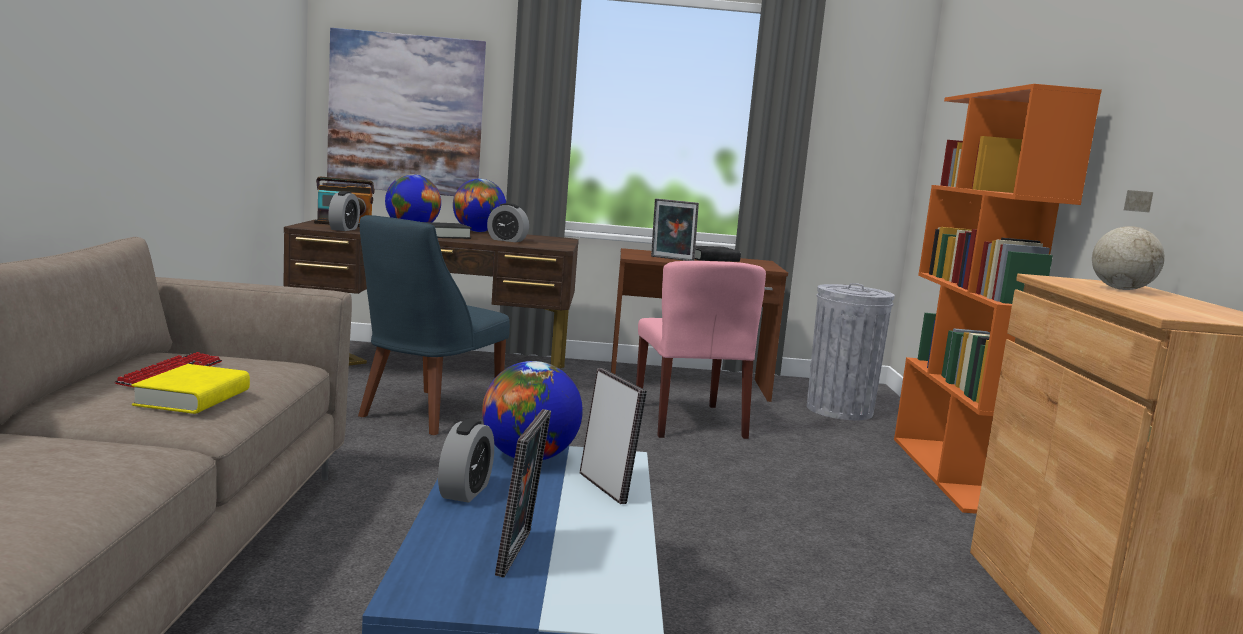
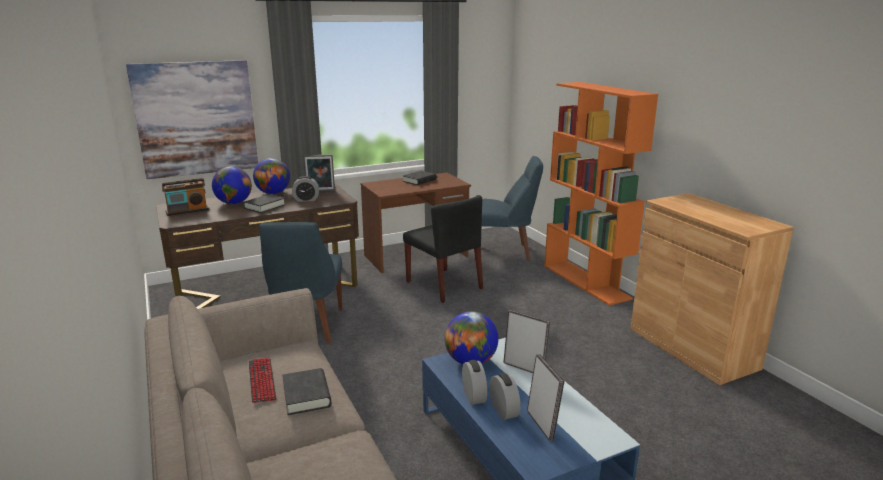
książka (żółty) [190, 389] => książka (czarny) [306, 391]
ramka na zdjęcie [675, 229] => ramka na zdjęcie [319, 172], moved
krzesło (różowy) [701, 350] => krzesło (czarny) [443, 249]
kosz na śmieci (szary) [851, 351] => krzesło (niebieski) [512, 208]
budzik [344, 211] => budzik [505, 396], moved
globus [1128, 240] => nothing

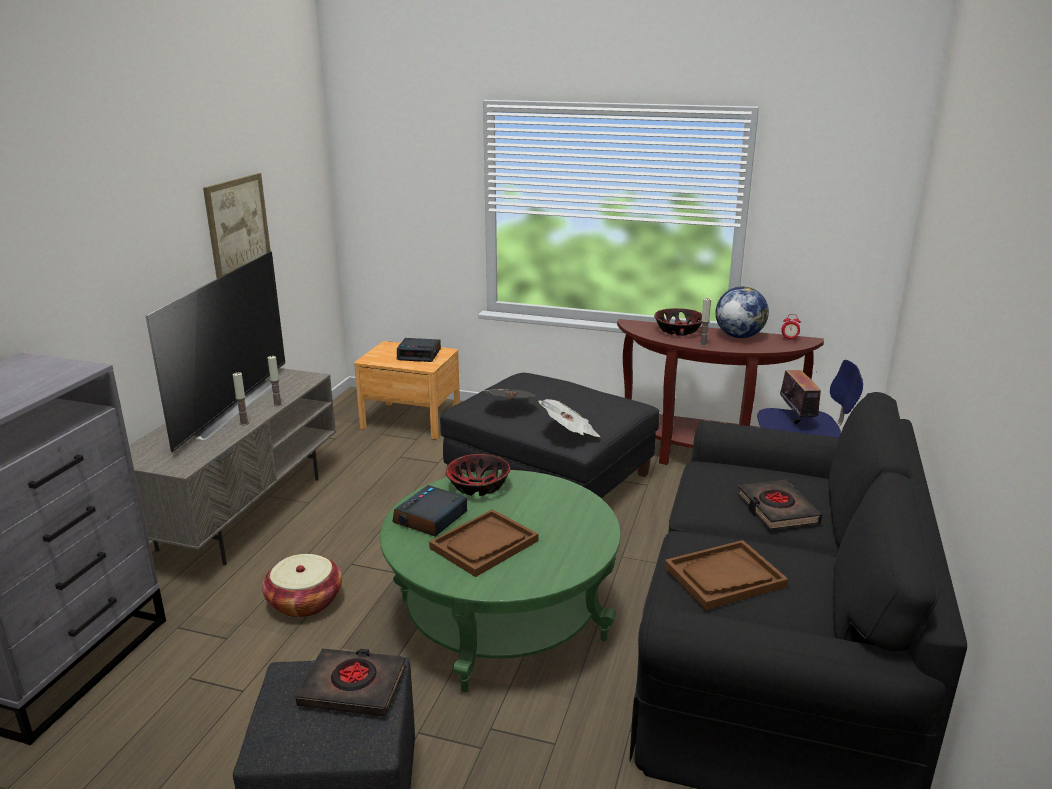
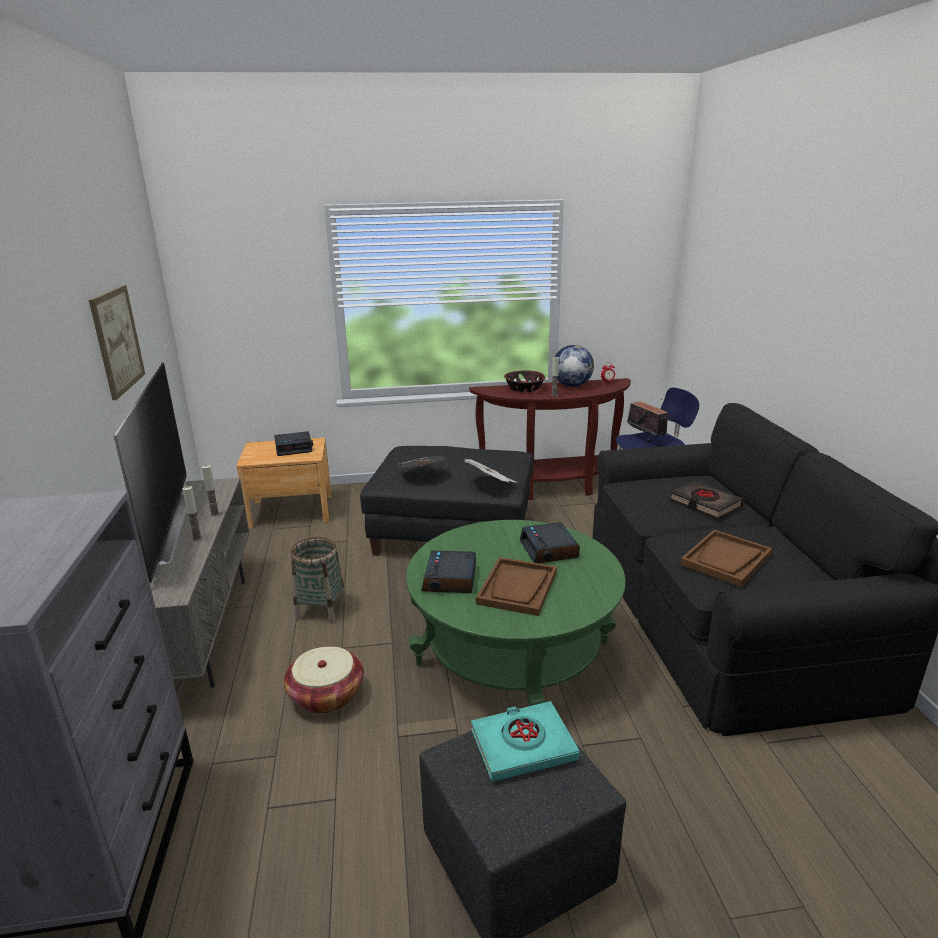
nothing => koszyk [318, 580]
książka (czarny) [350, 683] => książka (turkusowy) [525, 741]
nothing => budzik [550, 542]
miska [478, 475] => nothing

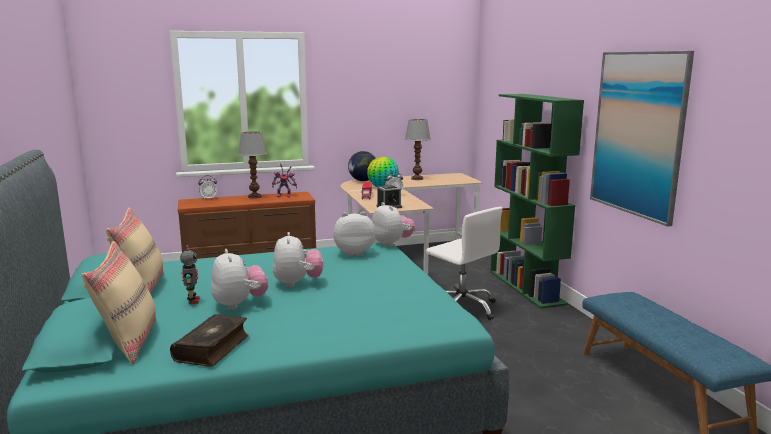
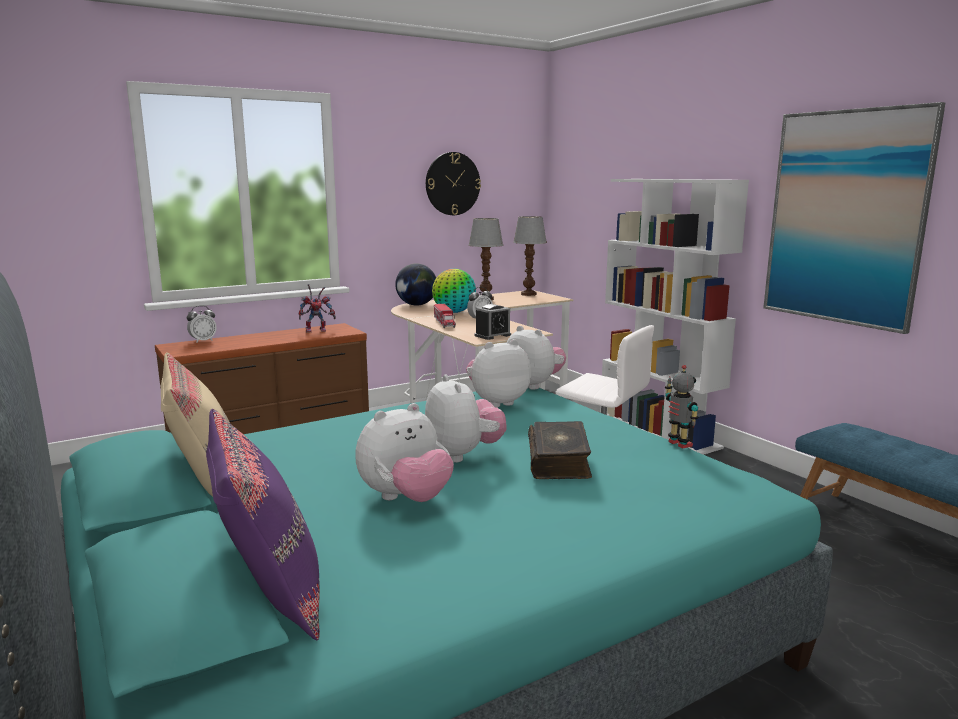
poduszka (beżowy) [119, 303] => poduszka (fioletowy) [263, 524]
pluszak [240, 279] => pluszak [404, 452], 90 degrees clockwise
nothing => zegar ścienny [453, 183]
lampa stołowa [252, 165] => lampa stołowa [530, 256], moved
książka [209, 340] => książka [560, 450], moved
regał (zielony) [537, 201] => regał (biały) [674, 317]
robot zabawkowy [189, 274] => robot zabawkowy [681, 406], moved

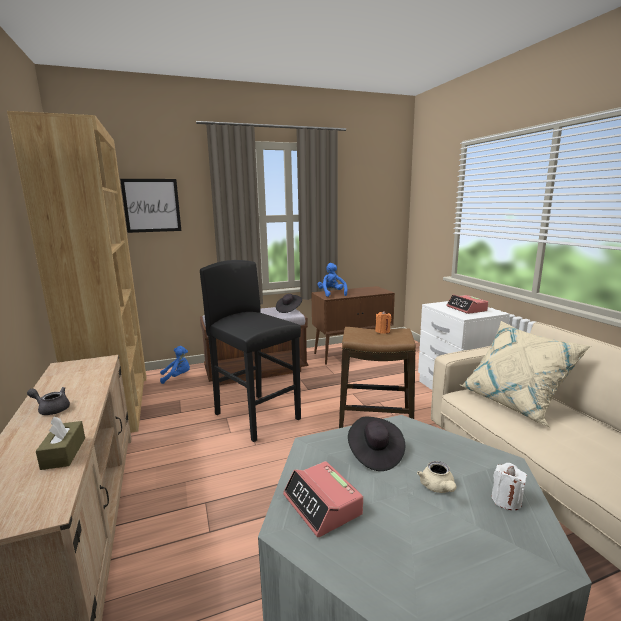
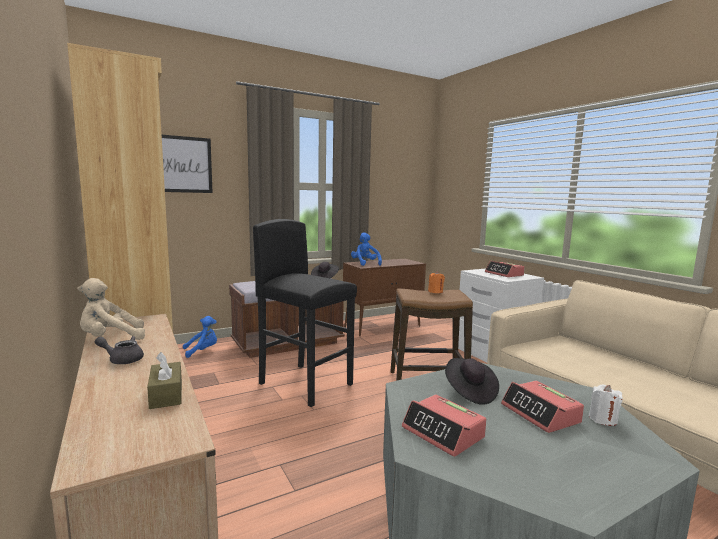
nothing => pluszak (beżowy) [111, 309]
imbryk (beżowy) [437, 477] => budzik [542, 407]
poduszka (beżowy) [526, 374] => nothing

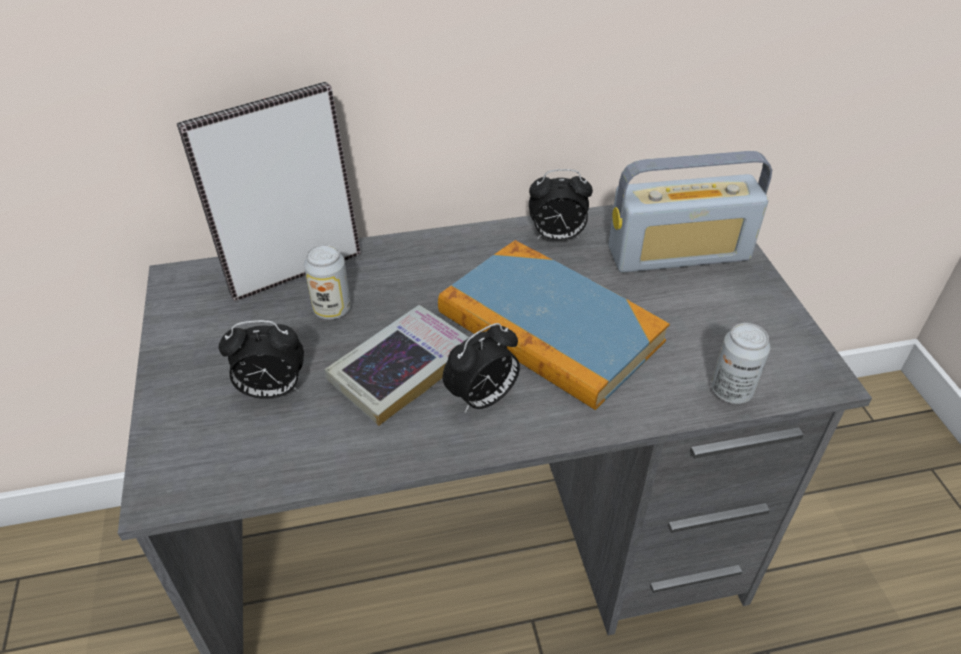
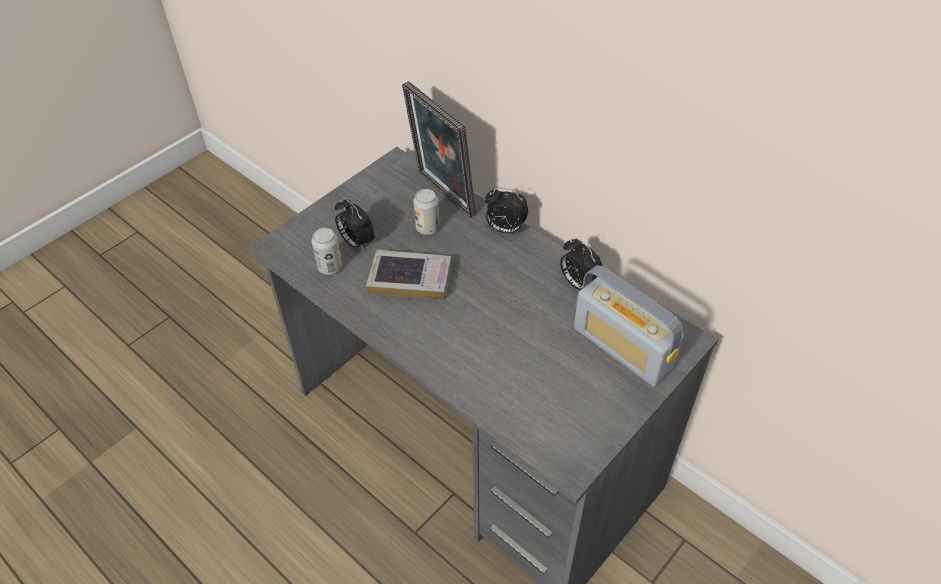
puszka [740, 363] => puszka [326, 251], moved
ramka na zdjęcie [269, 192] => ramka na zdjęcie [439, 149], 150 degrees counterclockwise
budzik [481, 368] => budzik [506, 210], moved
książka [554, 325] => nothing

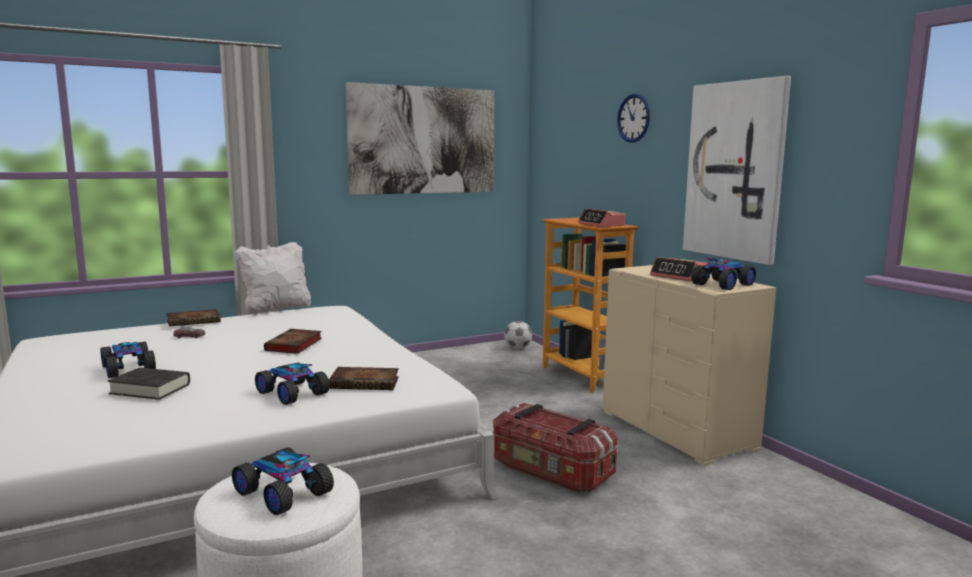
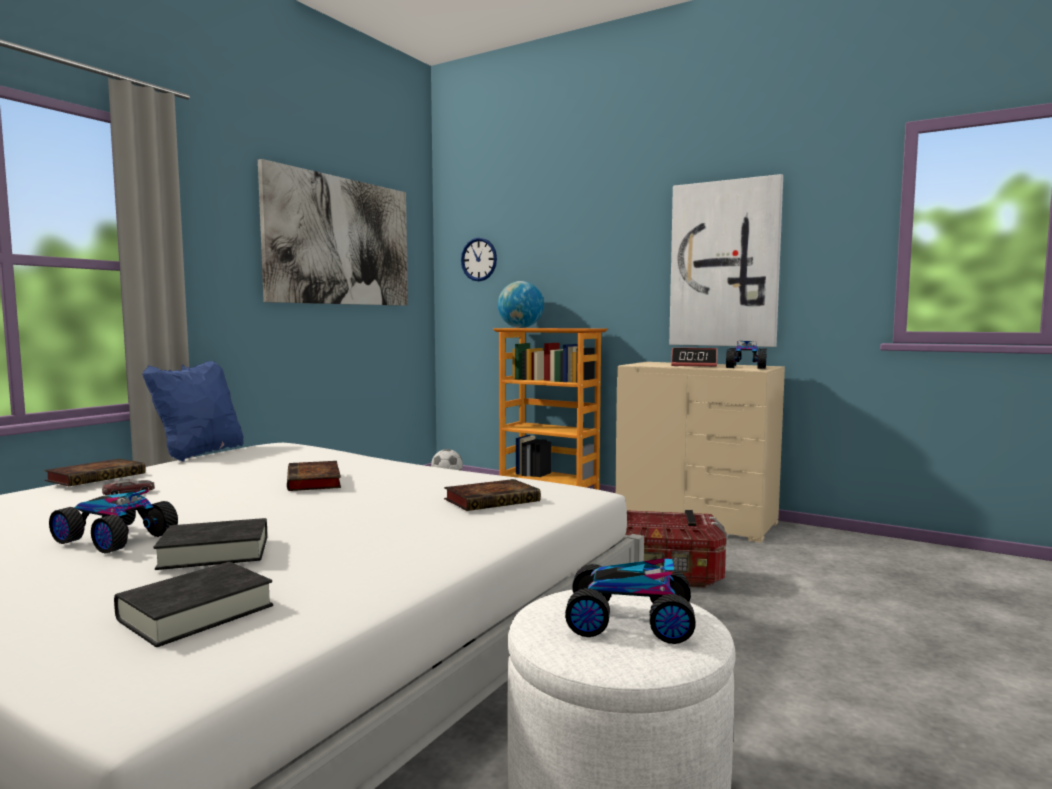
nothing => książka (czarny) [193, 604]
poduszka (biały) [273, 278] => poduszka (niebieski) [193, 411]
zegar ścienny [633, 118] => zegar ścienny [479, 259], moved
nothing => globus [521, 304]
samochodzik [292, 384] => nothing
budzik [601, 217] => nothing

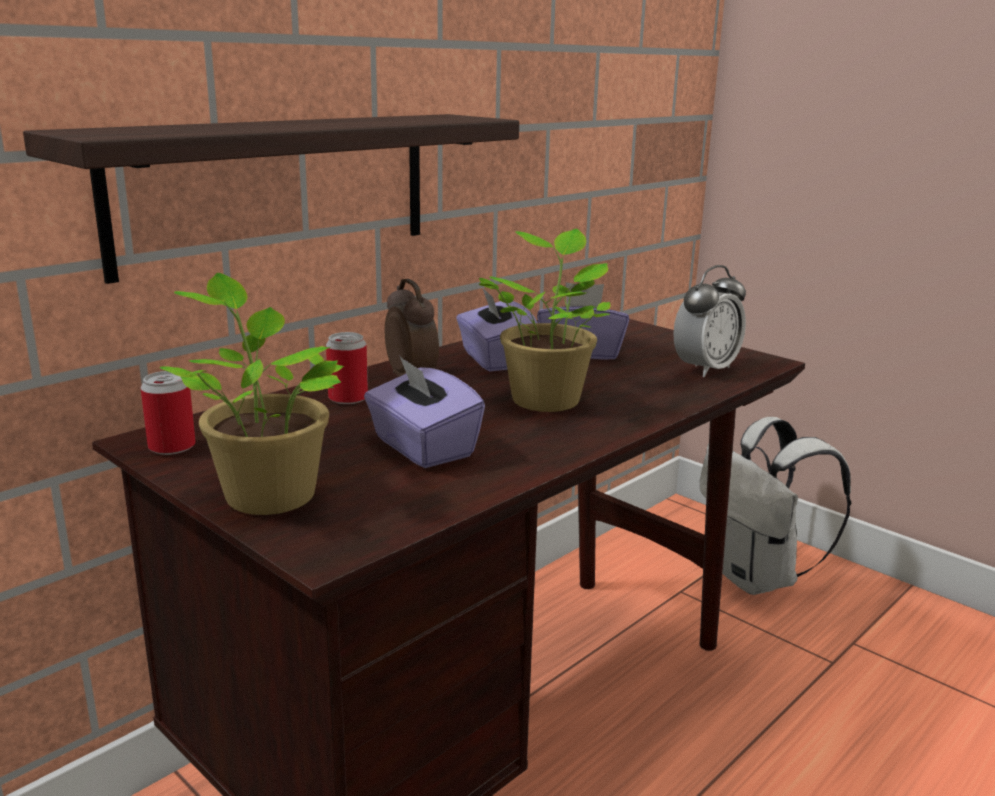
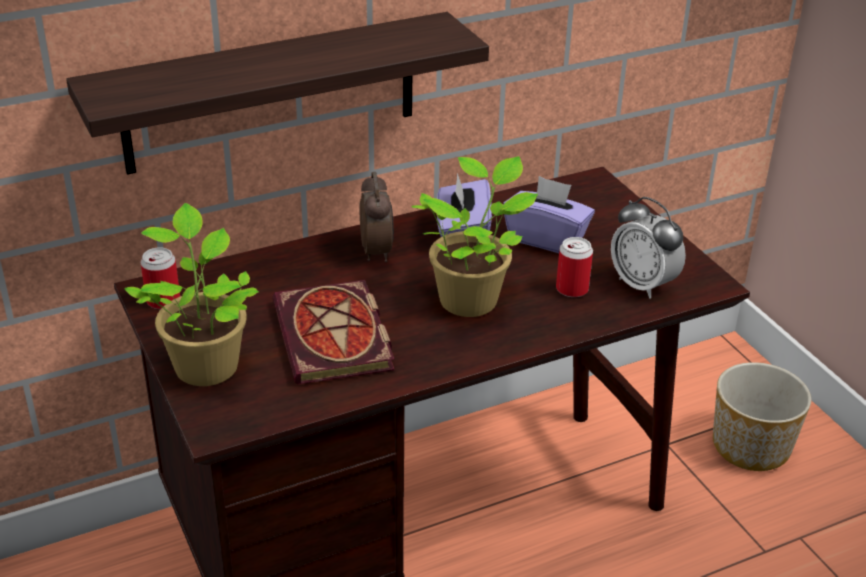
pudełko chusteczek (fioletowy) [424, 412] => książka [334, 332]
puszka [347, 368] => puszka [574, 267], moved
budzik [709, 321] => budzik [648, 248], 75 degrees clockwise
plecak (biały) [775, 506] => donica [762, 416]

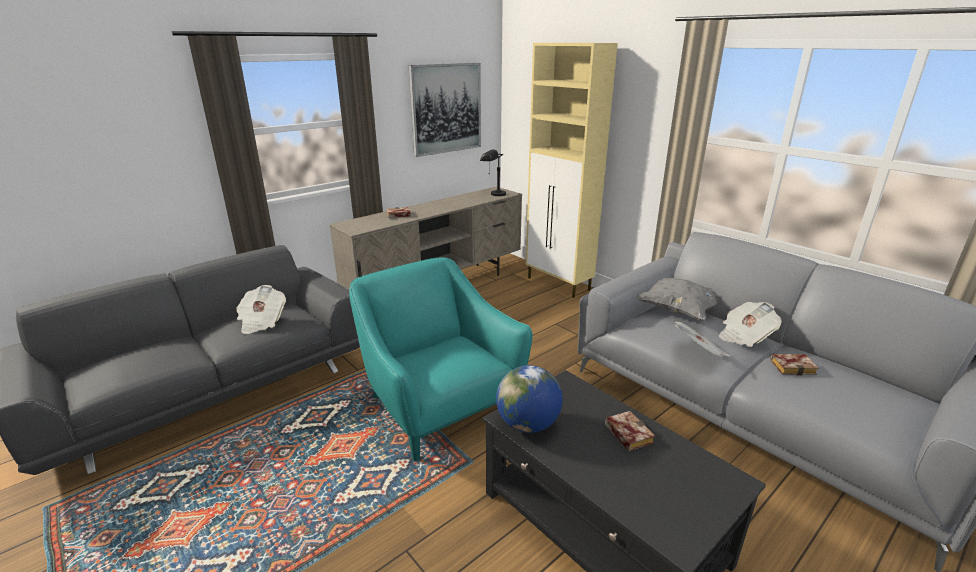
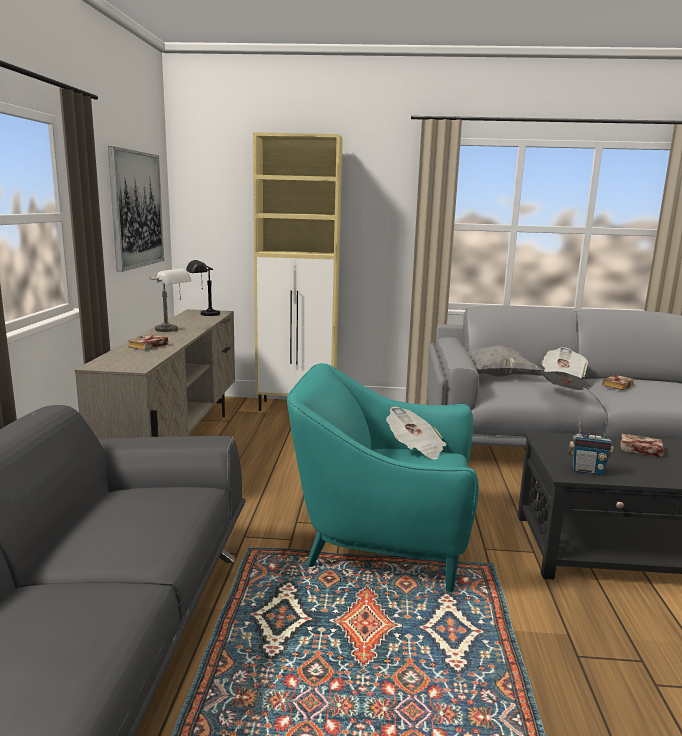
nothing => lampa stołowa (szary) [170, 300]
gazeta [261, 309] => gazeta [416, 433], moved
globus [529, 399] => radio [591, 446]

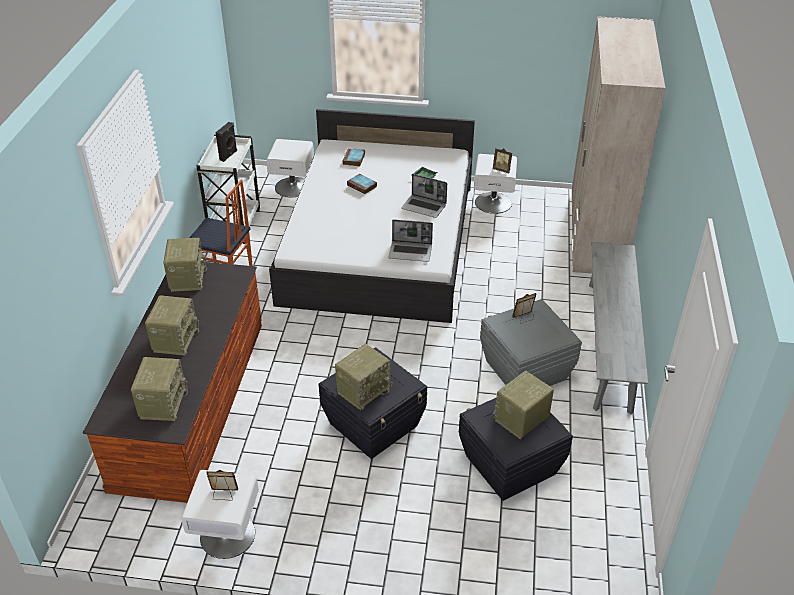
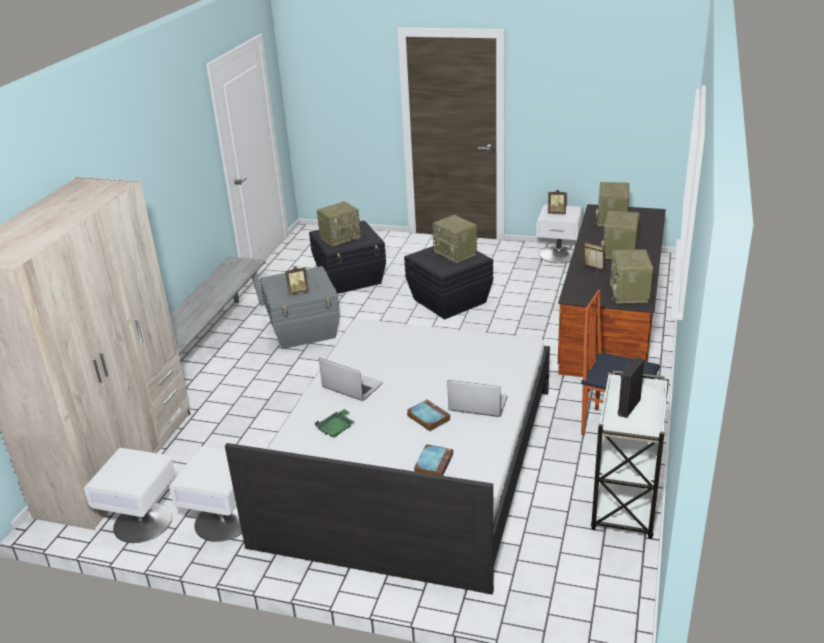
szafka nocna (biały) [290, 168] => szafka nocna (biały) [130, 495], moved
radio [364, 377] => radio [454, 239], 90 degrees counterclockwise
laptop [410, 240] => laptop [477, 398], moved
ramka na zdjęcie [502, 160] => ramka na zdjęcie [593, 258], moved

